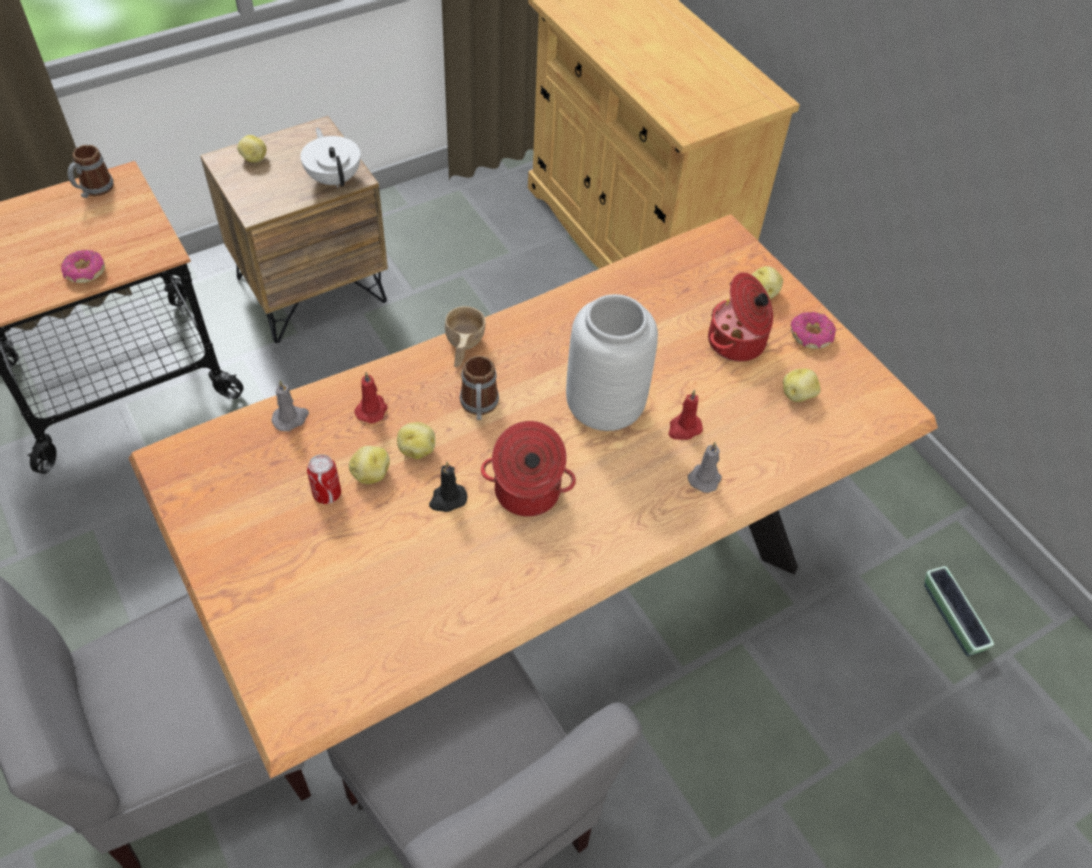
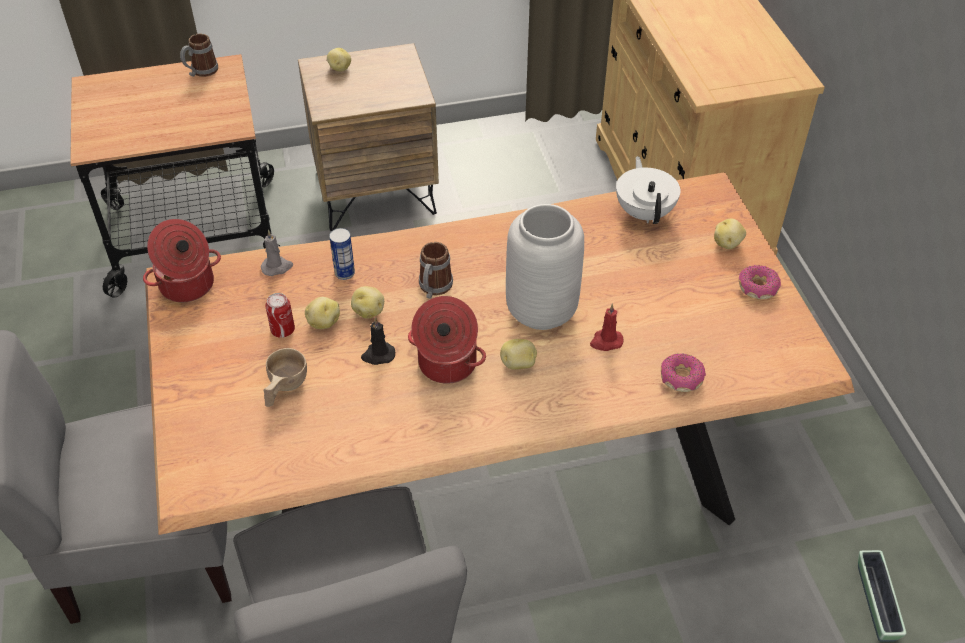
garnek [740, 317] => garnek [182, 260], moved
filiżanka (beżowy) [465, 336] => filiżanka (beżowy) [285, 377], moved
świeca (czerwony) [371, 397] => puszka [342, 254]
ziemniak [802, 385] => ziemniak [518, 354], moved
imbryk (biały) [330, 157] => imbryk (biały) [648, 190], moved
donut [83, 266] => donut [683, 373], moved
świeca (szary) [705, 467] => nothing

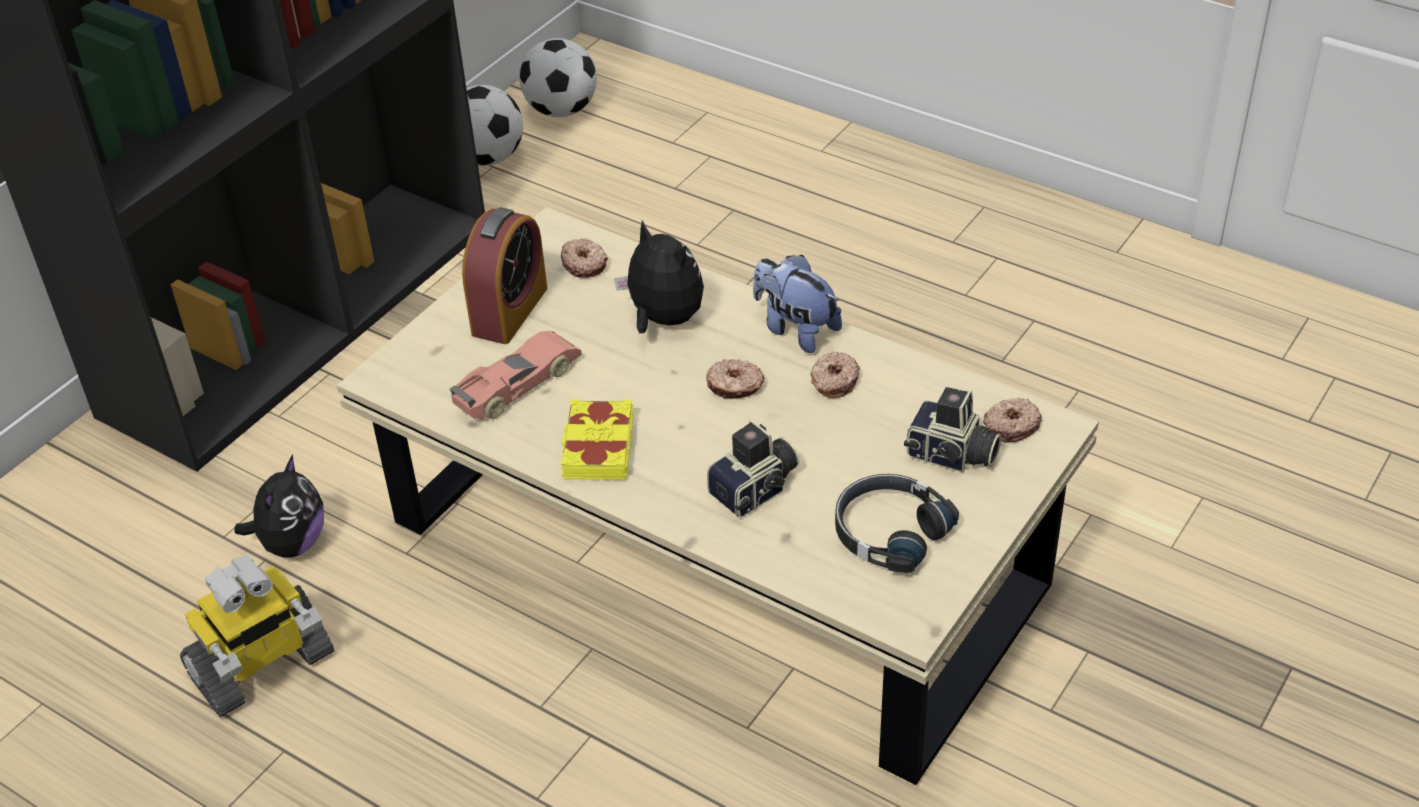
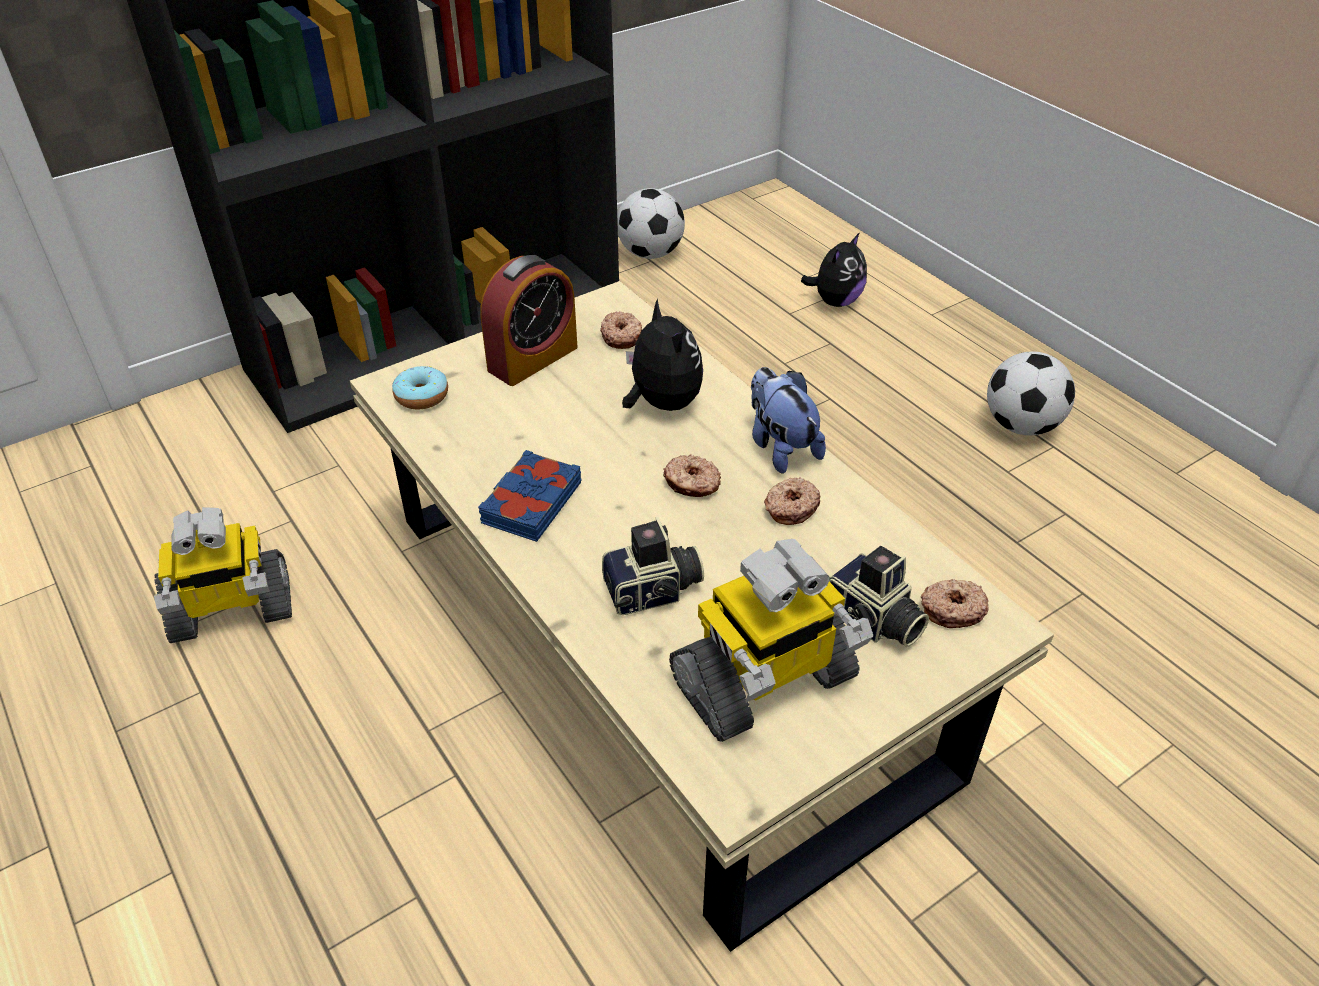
nothing => donut [420, 387]
książka (żółty) [597, 439] => książka (niebieski) [530, 496]
słuchawki (czarny) [897, 523] => robot zabawkowy [771, 640]
pluszak [279, 506] => pluszak [834, 269], moved
piłka futbolowa [558, 77] => piłka futbolowa [1031, 393], moved
samochodzik [516, 375] => nothing

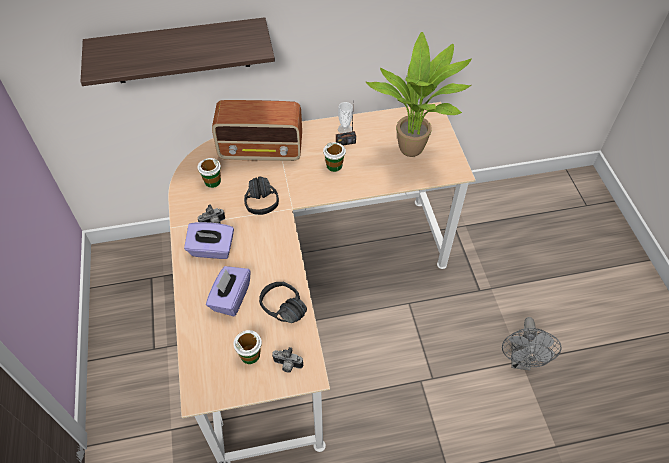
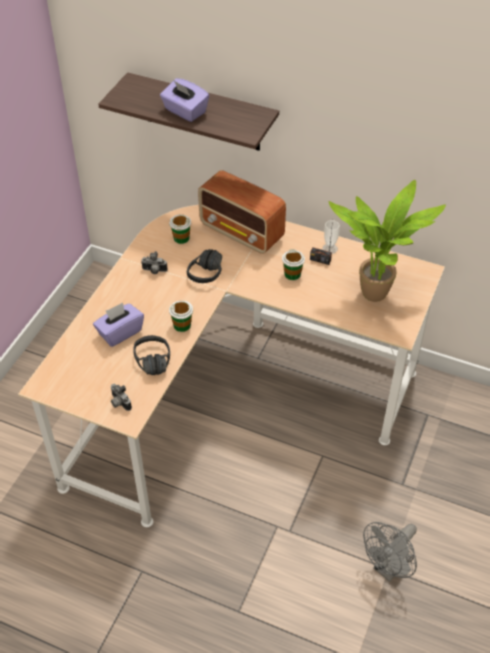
pudełko chusteczek (fioletowy) [209, 240] => pudełko chusteczek (fioletowy) [184, 100], moved
filiżanka [247, 347] => filiżanka [181, 316], moved

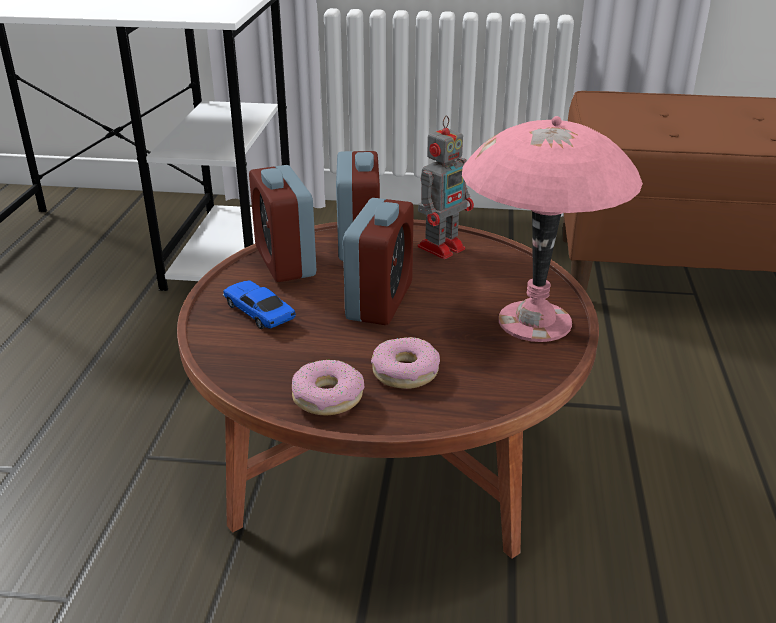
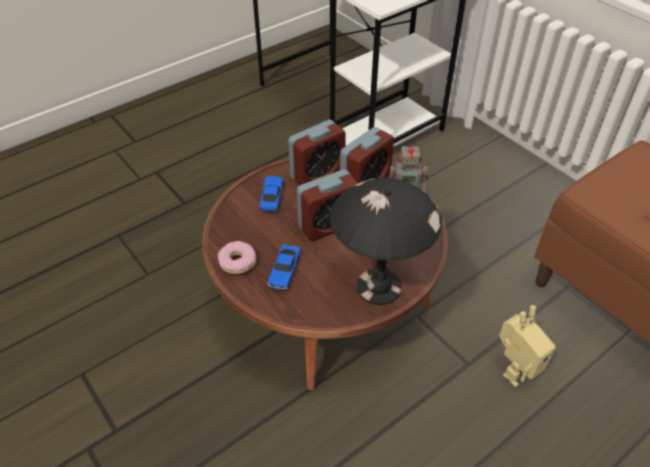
donut [405, 363] => samochodzik [284, 266]
budzik [282, 223] => budzik [317, 152], 150 degrees counterclockwise
lampa stołowa (różowy) [552, 229] => lampa stołowa (czarny) [386, 241]
nothing => robot zabawkowy [527, 346]

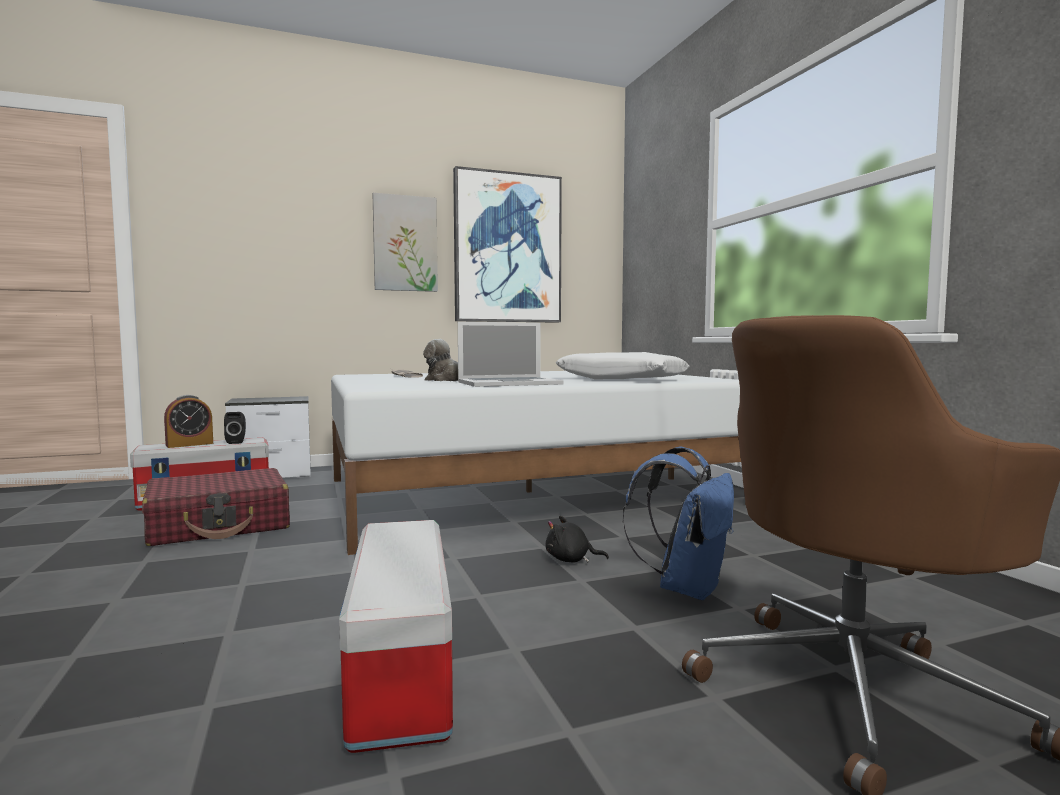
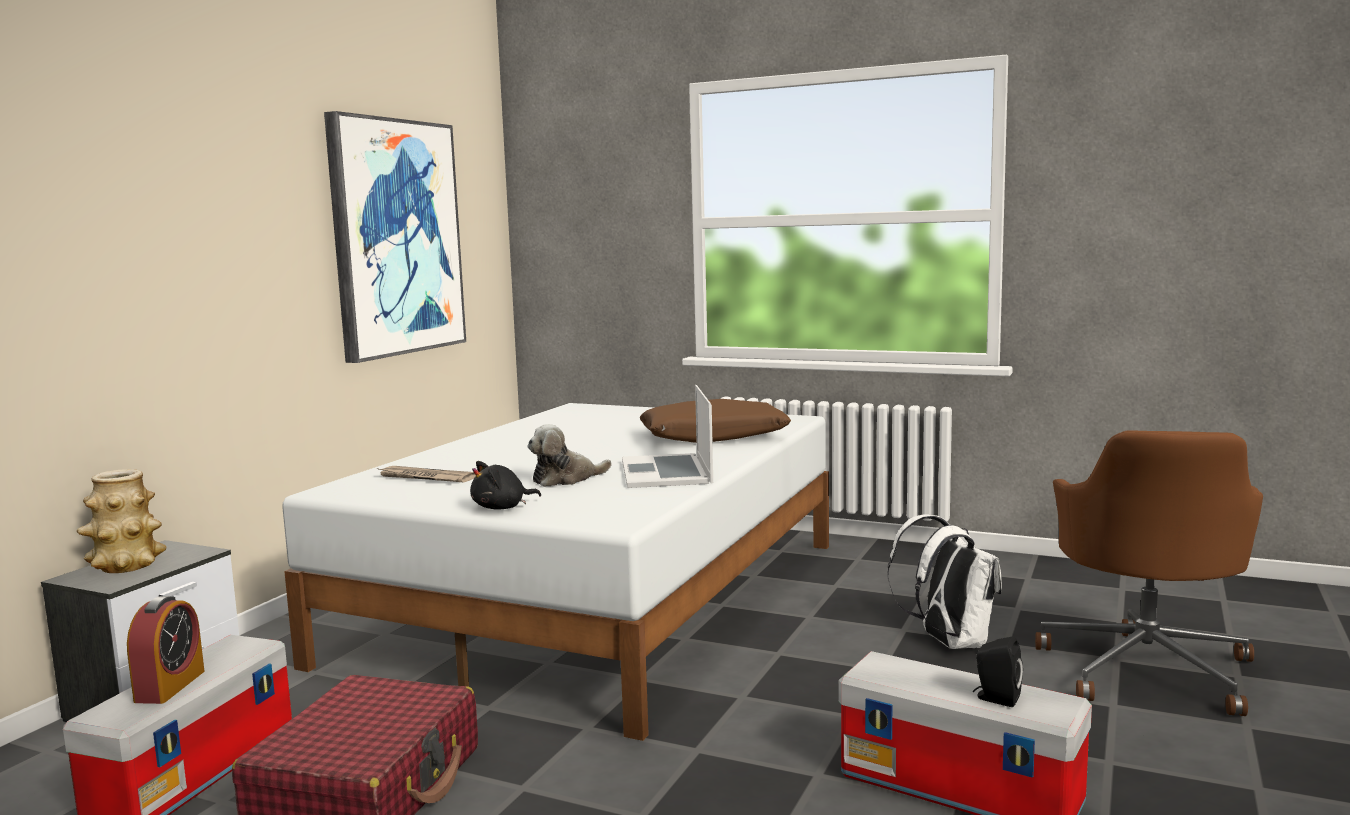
nothing => wazon [122, 521]
pluszak (czarny) [577, 539] => pluszak (czarny) [505, 485], moved
laptop [511, 354] => laptop [667, 436], 150 degrees clockwise
poduszka (biały) [622, 365] => poduszka (brązowy) [715, 421]
plecak (niebieski) [678, 523] => plecak (biały) [944, 581]
głośnik (czarny) [235, 428] => głośnik (czarny) [998, 671], moved
obraz [405, 242] => nothing

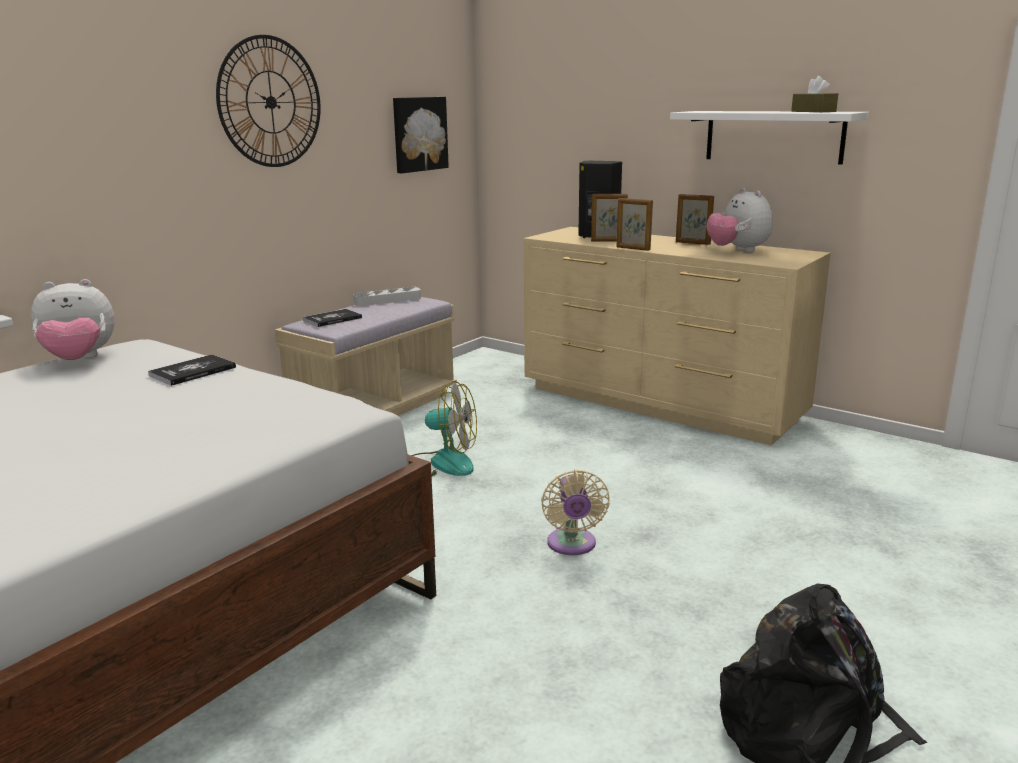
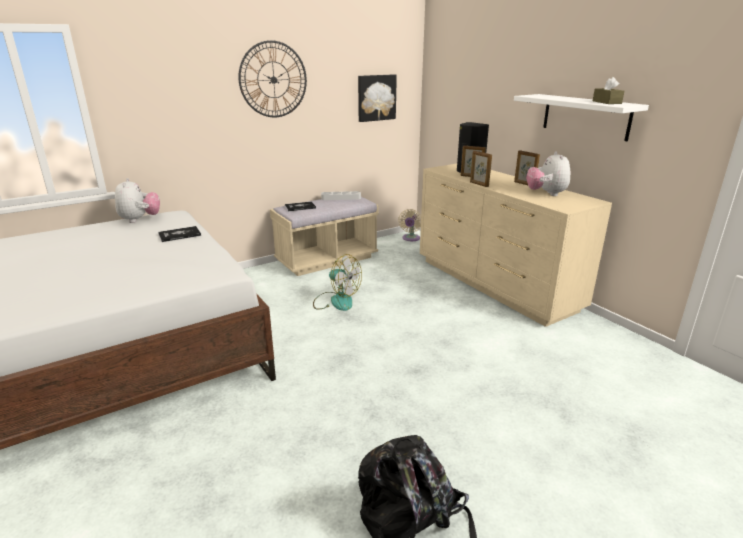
pluszak [72, 319] => pluszak [137, 200], 105 degrees counterclockwise
wentylator (beżowy) [575, 512] => wentylator (beżowy) [409, 225], moved

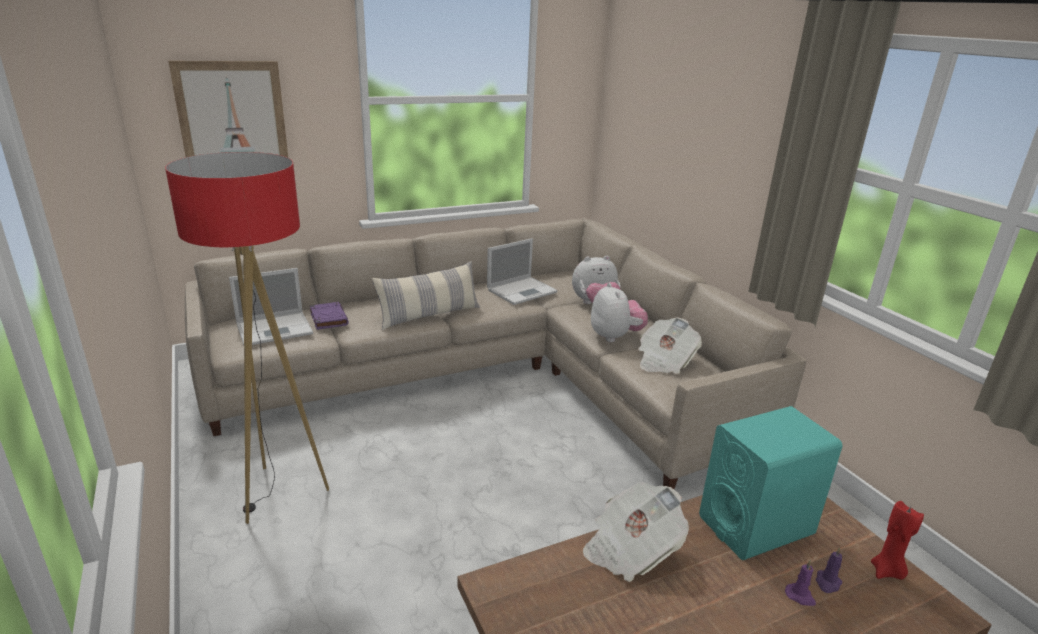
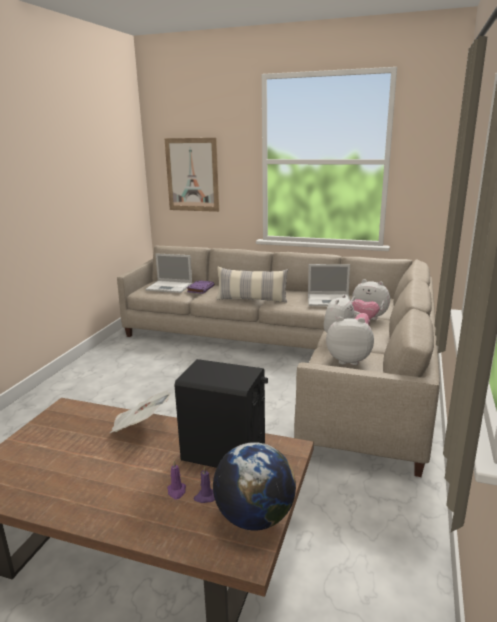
głośnik (turkusowy) [771, 483] => głośnik (czarny) [221, 413]
świeca (czerwony) [897, 540] => globus [254, 486]
gazeta [670, 346] => pluszak [350, 341]
lampa stojąca [247, 338] => nothing

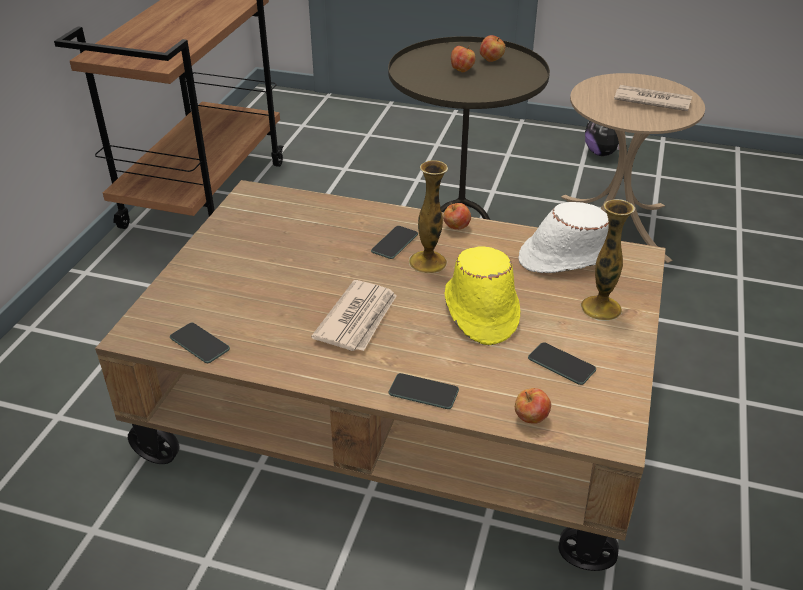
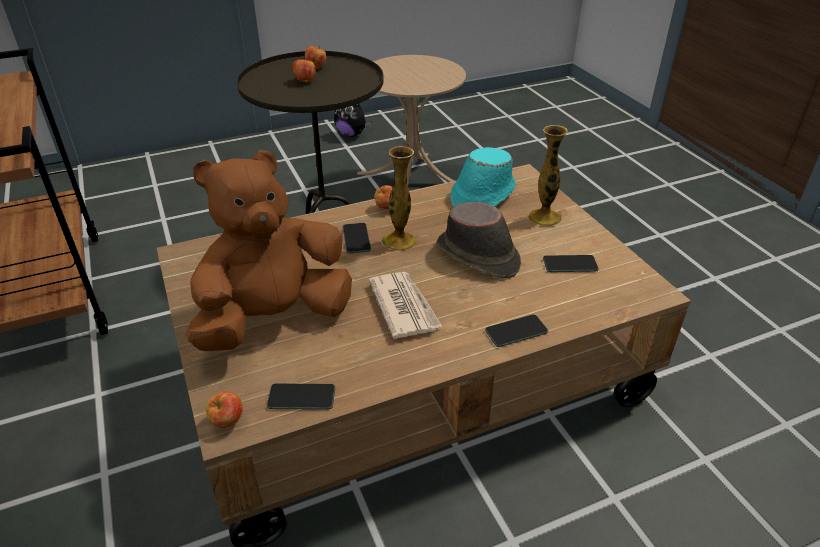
nothing => pluszak (brązowy) [269, 250]
jabłko [533, 406] => jabłko [224, 409], moved
kapelusz (żółty) [483, 295] => kapelusz (brązowy) [478, 240]
kapelusz (biały) [563, 237] => kapelusz (turkusowy) [483, 177]
gazeta [653, 98] => nothing

